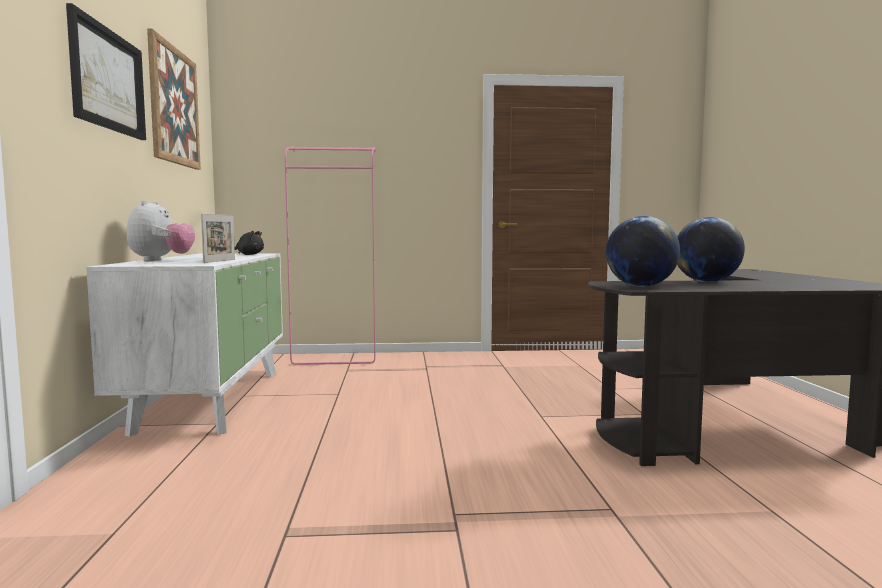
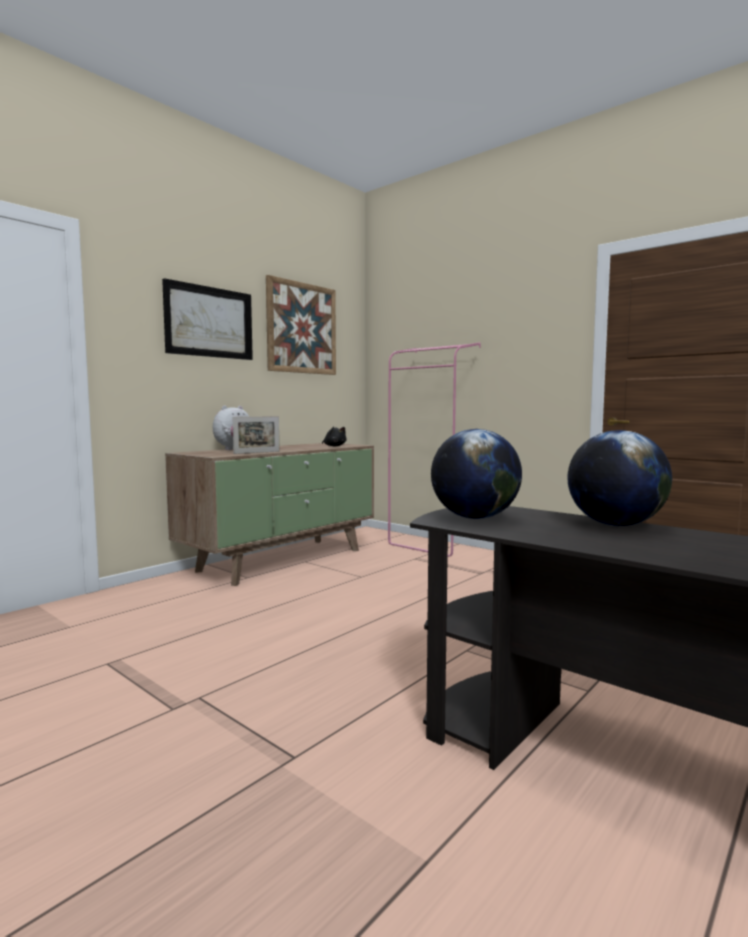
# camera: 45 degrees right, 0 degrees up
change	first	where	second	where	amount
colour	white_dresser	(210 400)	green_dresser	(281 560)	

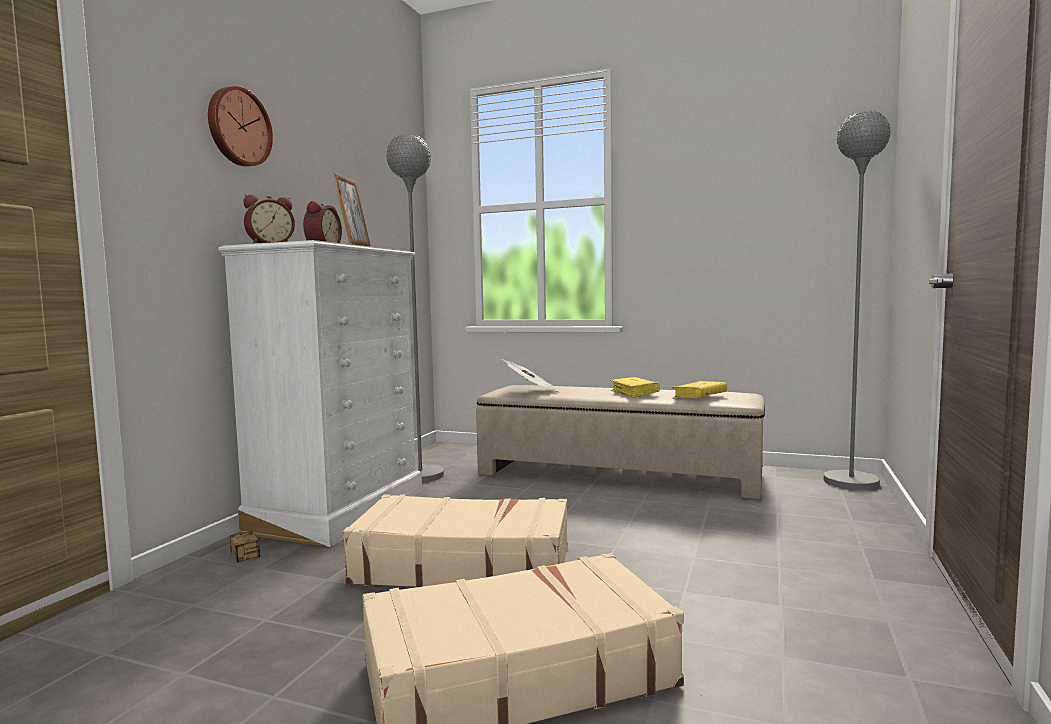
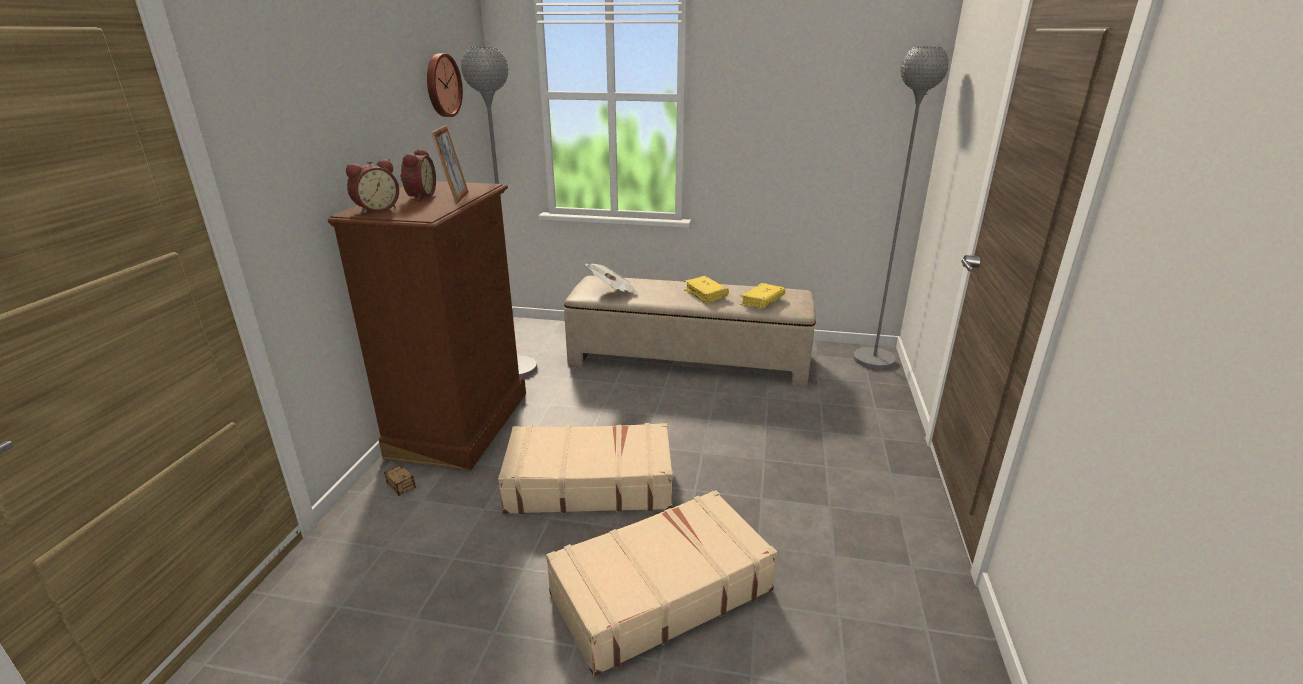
# camera: 10 degrees left, 20 degrees up
change	first	where	second	where	amount
relocated	wall_clock	(238 127)		(442 85)	
colour	white_dresser	(340 511)	brown_dresser	(461 423)	

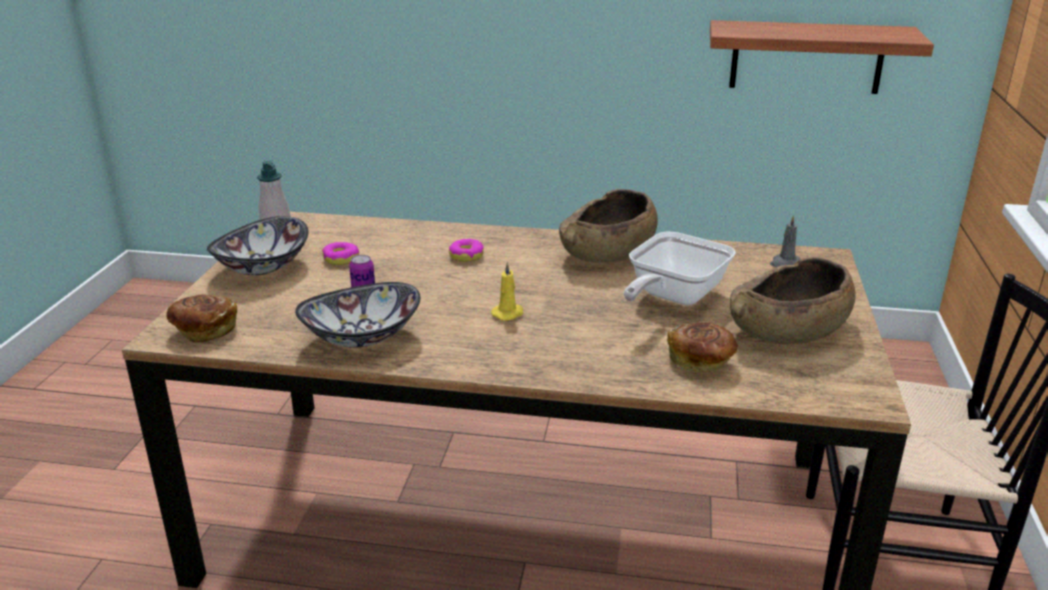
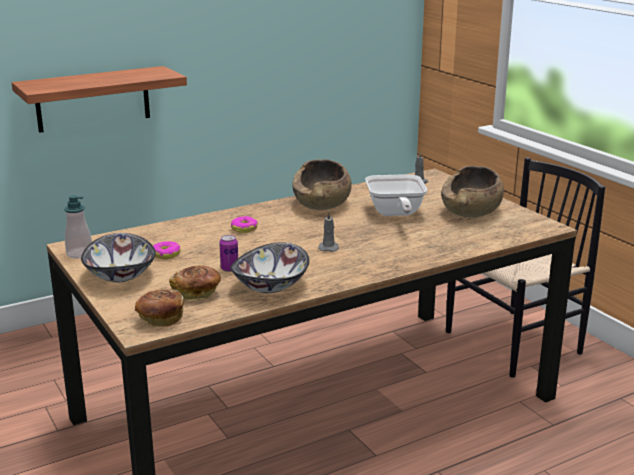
# camera: 40 degrees left, 5 degrees down
change	first	where	second	where	amount
relocated	bread	(701 361)		(197 293)	
relocated	shelf	(806 57)		(93 99)	
colour	yellow_candle	(508 313)	grey_candle	(328 248)	

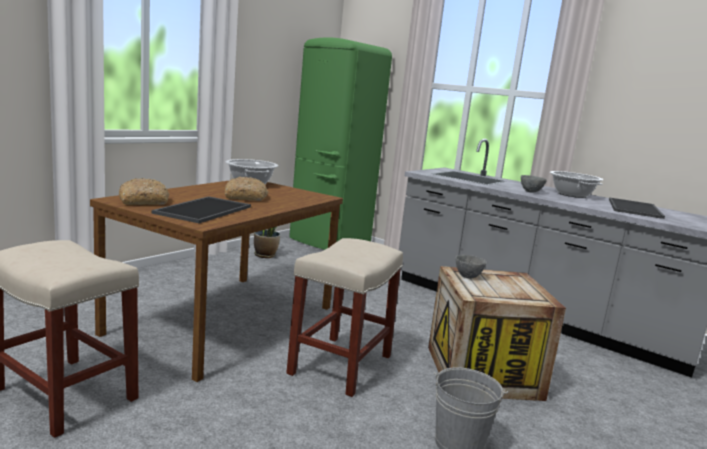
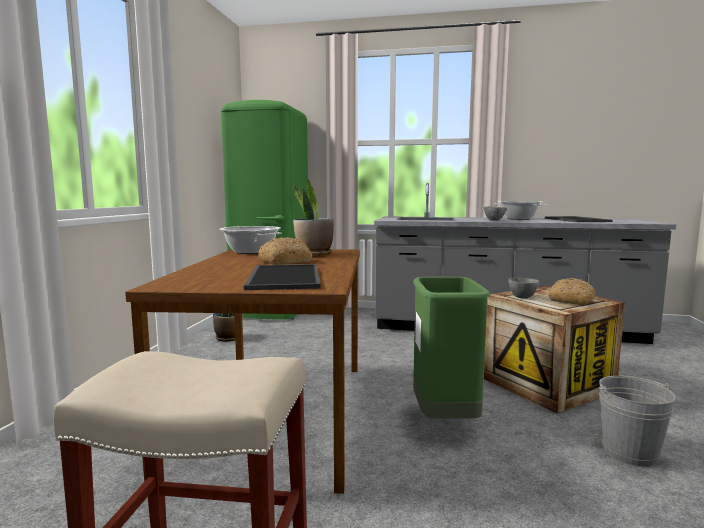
# camera: 25 degrees left, 5 degrees down
change	first	where	second	where	amount
appeared			potted_plant	(314 254)	
relocated	bread	(144 201)		(571 300)	
exchanged	beige_stool	(340 365)	green_trash_can	(445 419)	

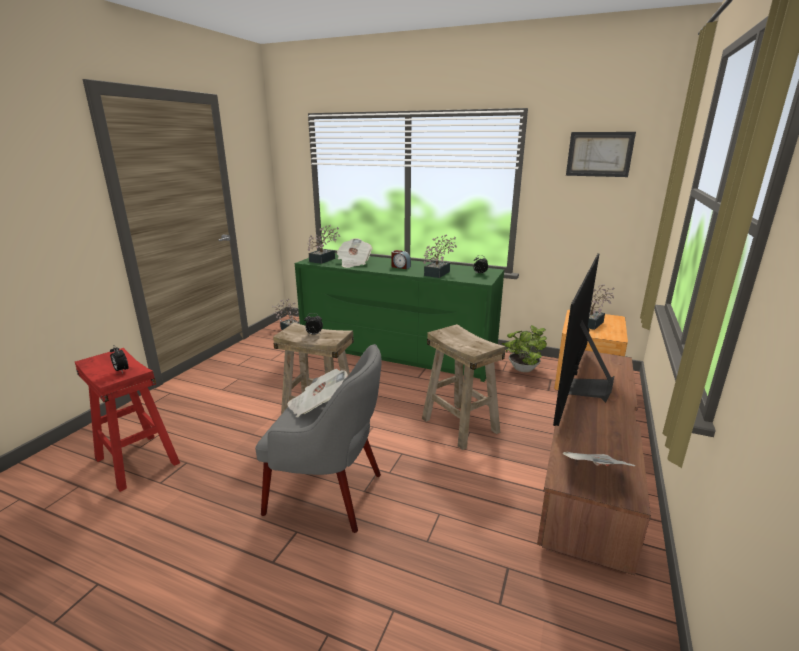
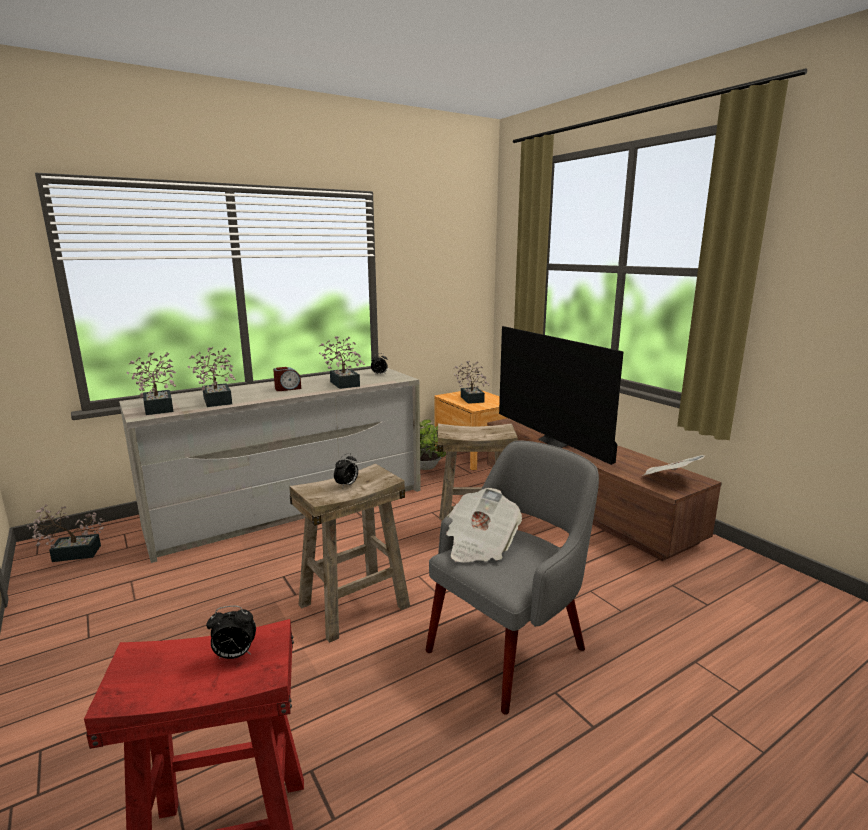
# camera: 55 degrees left, 5 degrees down
change	first	where	second	where	amount
missing	picture	(599 154)			
exchanged	newspaper	(353 263)	potted_plant	(217 400)	
colour	green_dresser	(397 352)	white_dresser	(290 506)	

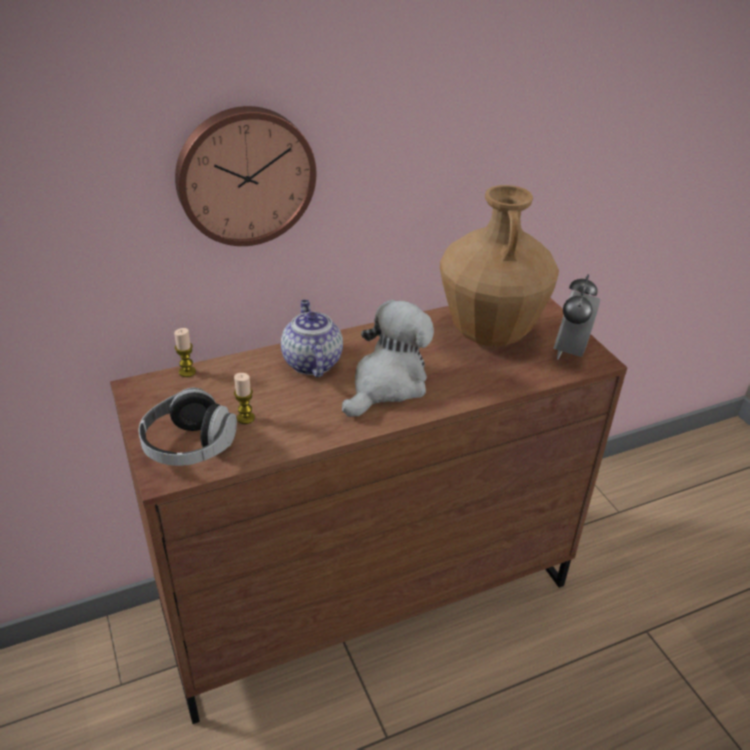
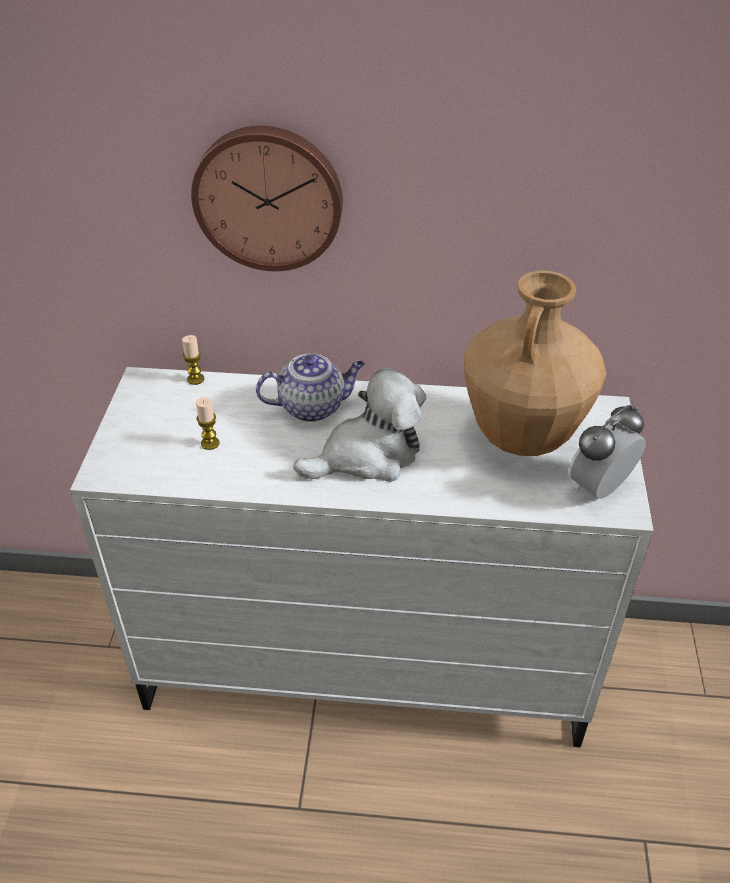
# camera: 30 degrees right, 5 degrees up
change	first	where	second	where	amount
missing	headphones	(189 446)			
colour	brown_dresser	(367 595)	white_dresser	(366 663)	
spun	teapot	(311 362)		(313 407)	60 degrees clockwise

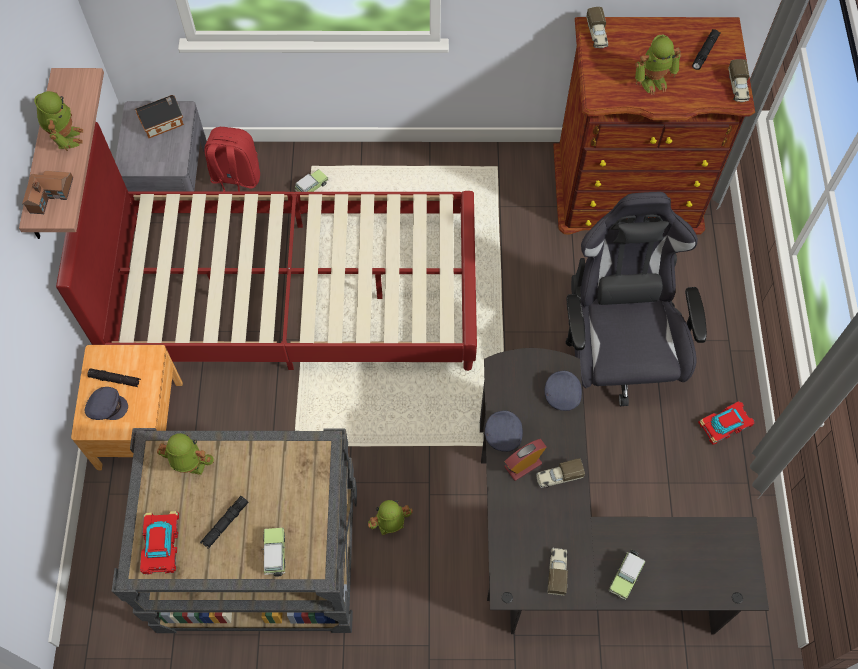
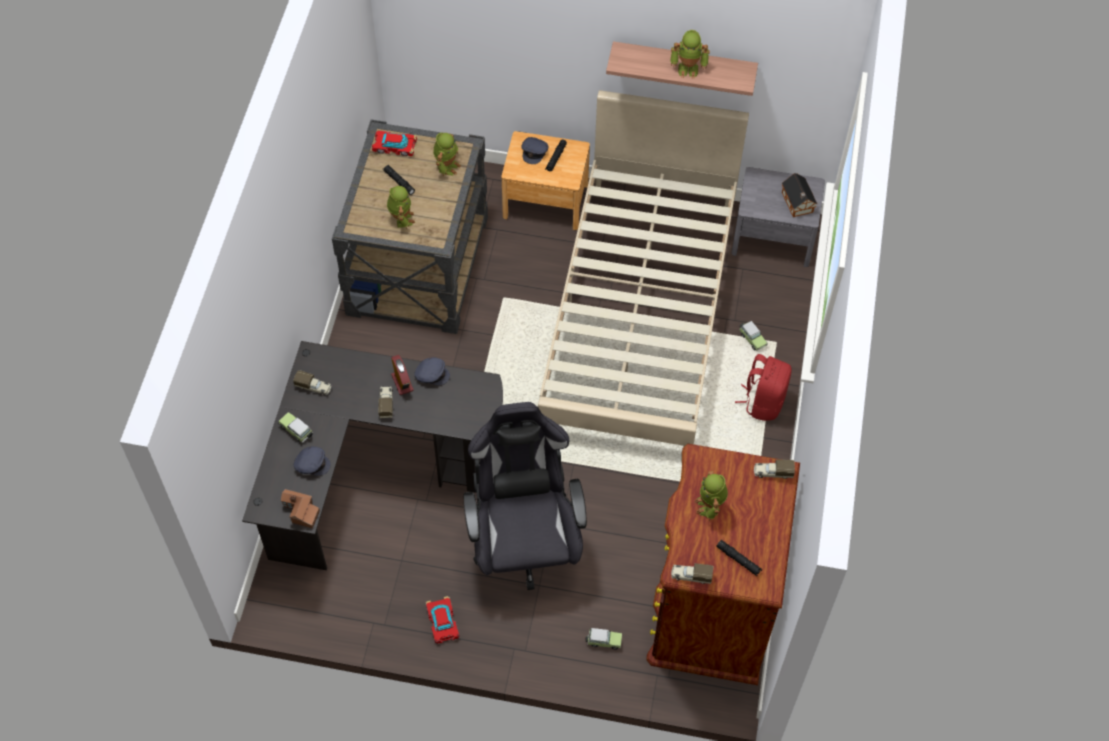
# camera: 100 degrees right, 5 degrees down
change	first	where	second	where	amount
relocated	toy_house	(50 195)		(300 512)	
relocated	red_backpack	(235 179)		(763 402)	
relocated	toy_car	(275 555)		(603 641)	
relocated	toy_robot	(390 526)		(401 219)	
relocated	grey_cap	(561 393)		(312 464)	
colour	red_bed	(296 296)	beige_bed	(640 314)	
spun	black_office_chair	(616 361)		(525 548)	105 degrees counterclockwise

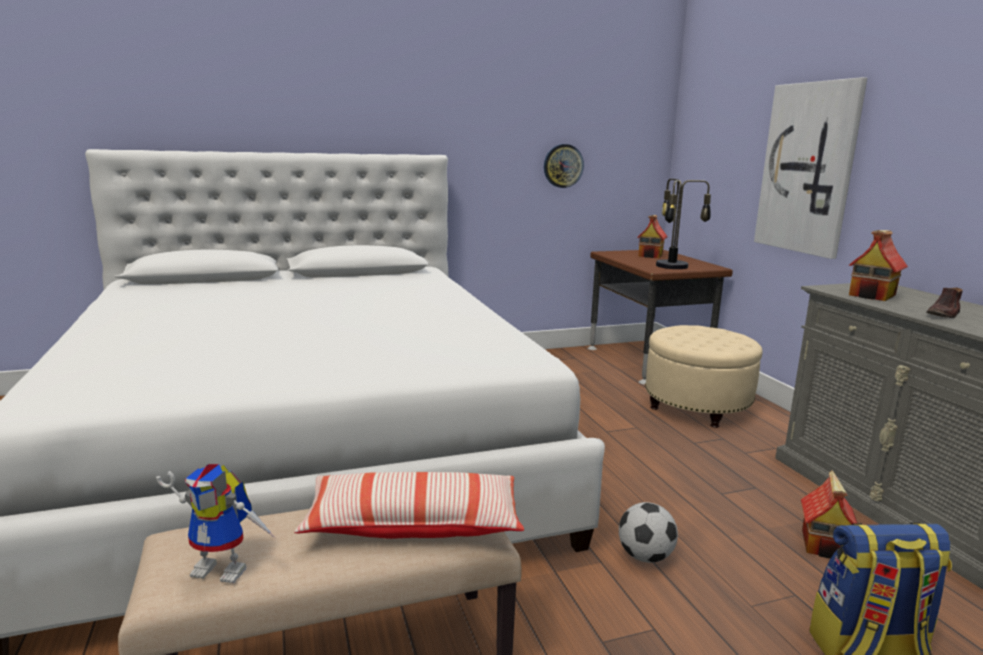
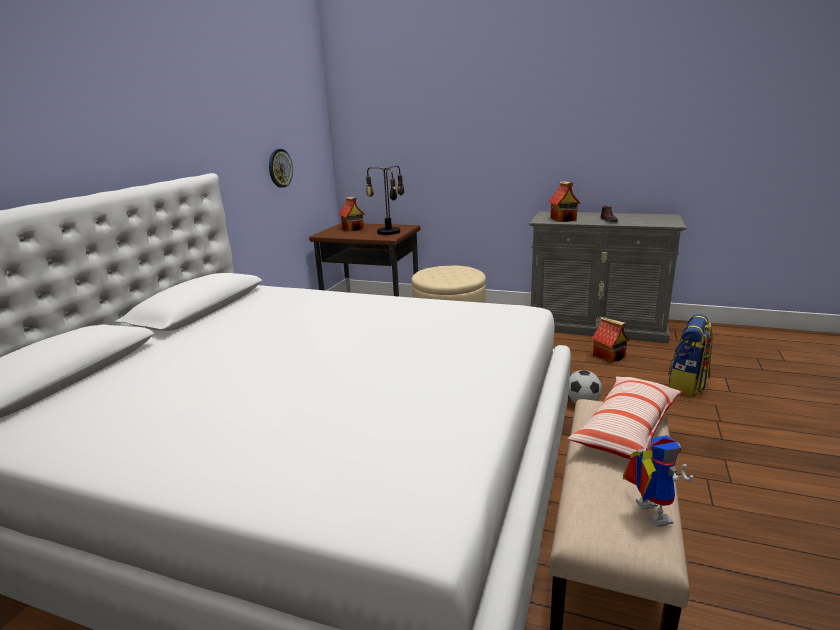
# camera: 50 degrees left, 5 degrees up
change	first	where	second	where	amount
missing	picture	(808 168)			
spun	toy_robot	(227 567)		(645 511)	60 degrees counterclockwise

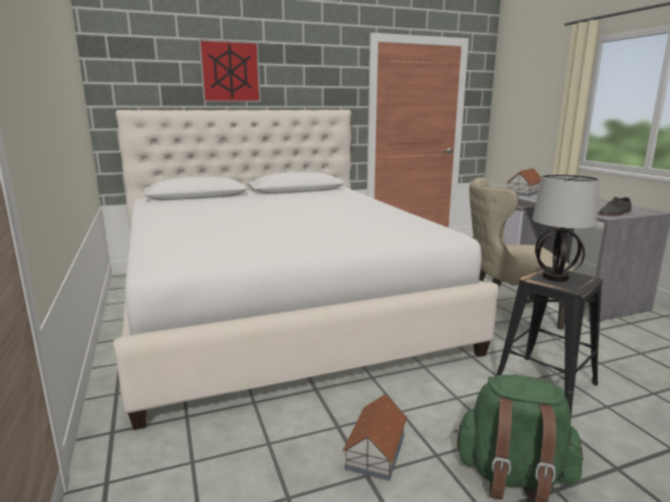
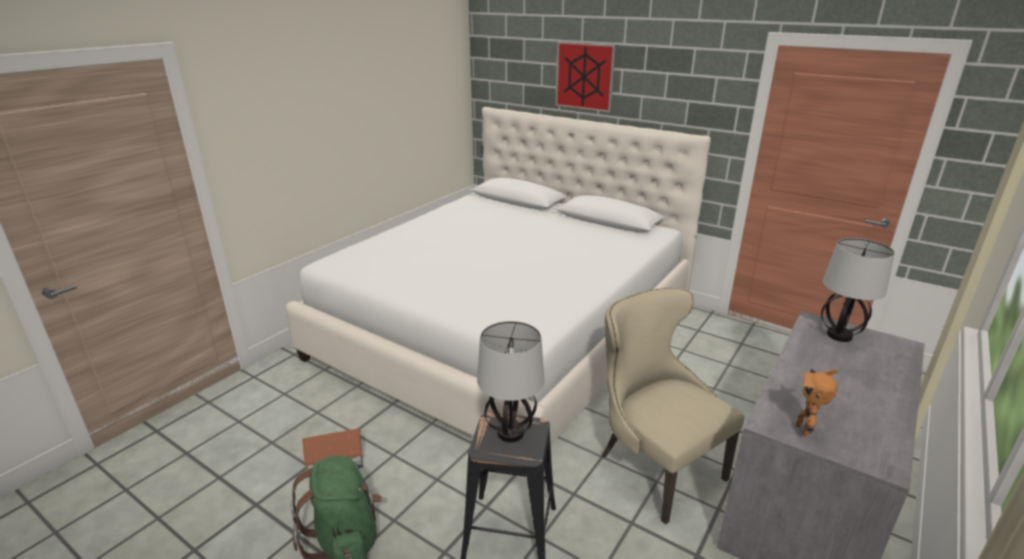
# camera: 55 degrees right, 10 degrees up
change	first	where	second	where	amount
exchanged	toy_house	(523 192)	table_lamp	(838 335)	
exchanged	grey_shoe	(615 213)	toy_robot	(805 429)	

